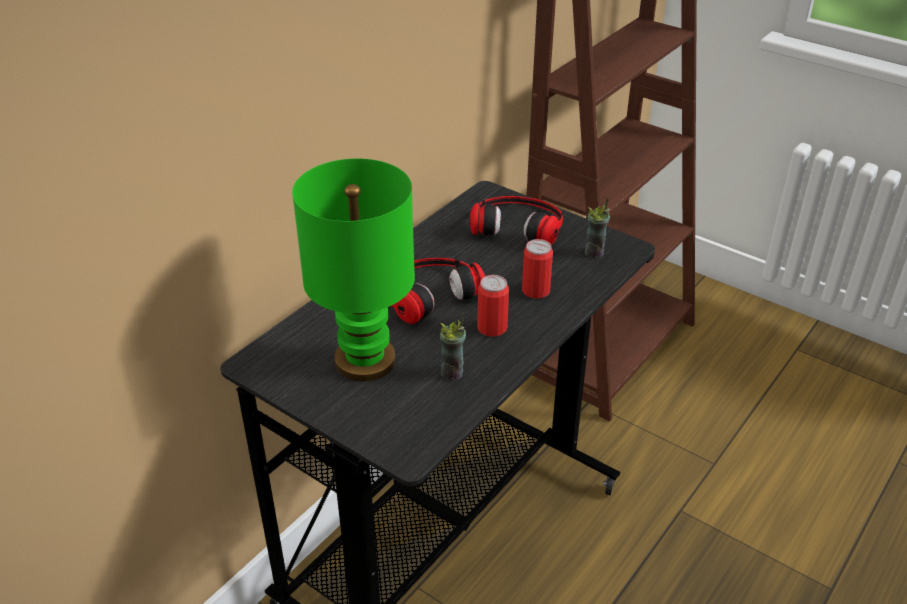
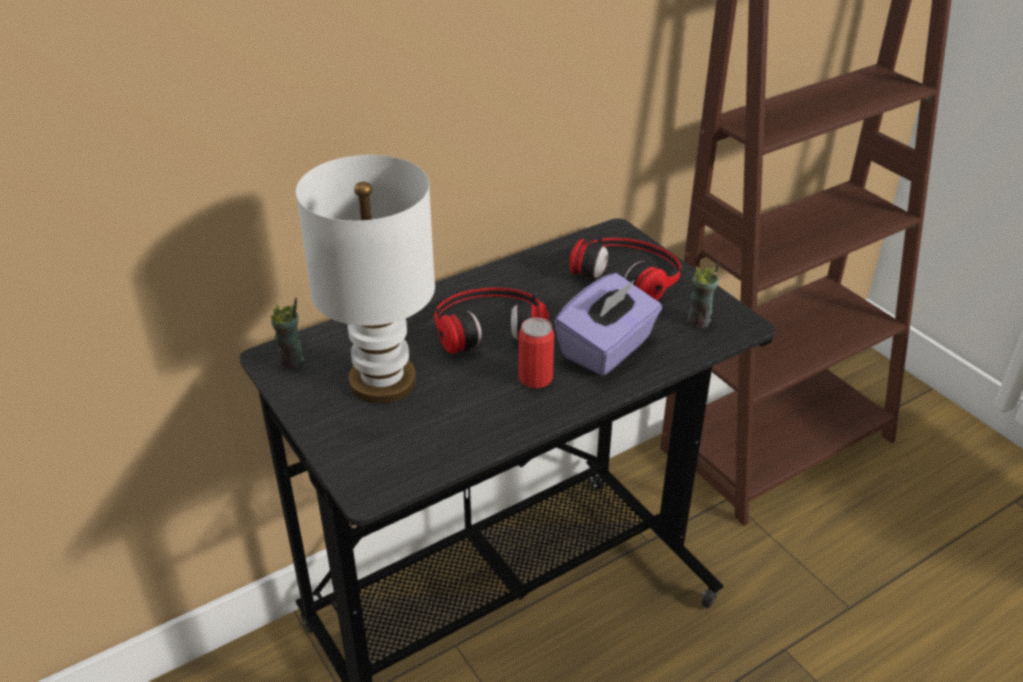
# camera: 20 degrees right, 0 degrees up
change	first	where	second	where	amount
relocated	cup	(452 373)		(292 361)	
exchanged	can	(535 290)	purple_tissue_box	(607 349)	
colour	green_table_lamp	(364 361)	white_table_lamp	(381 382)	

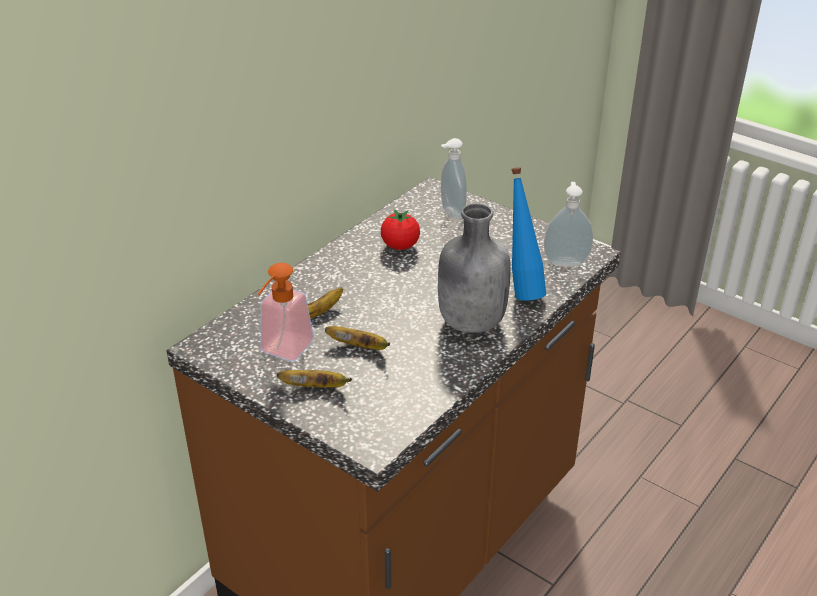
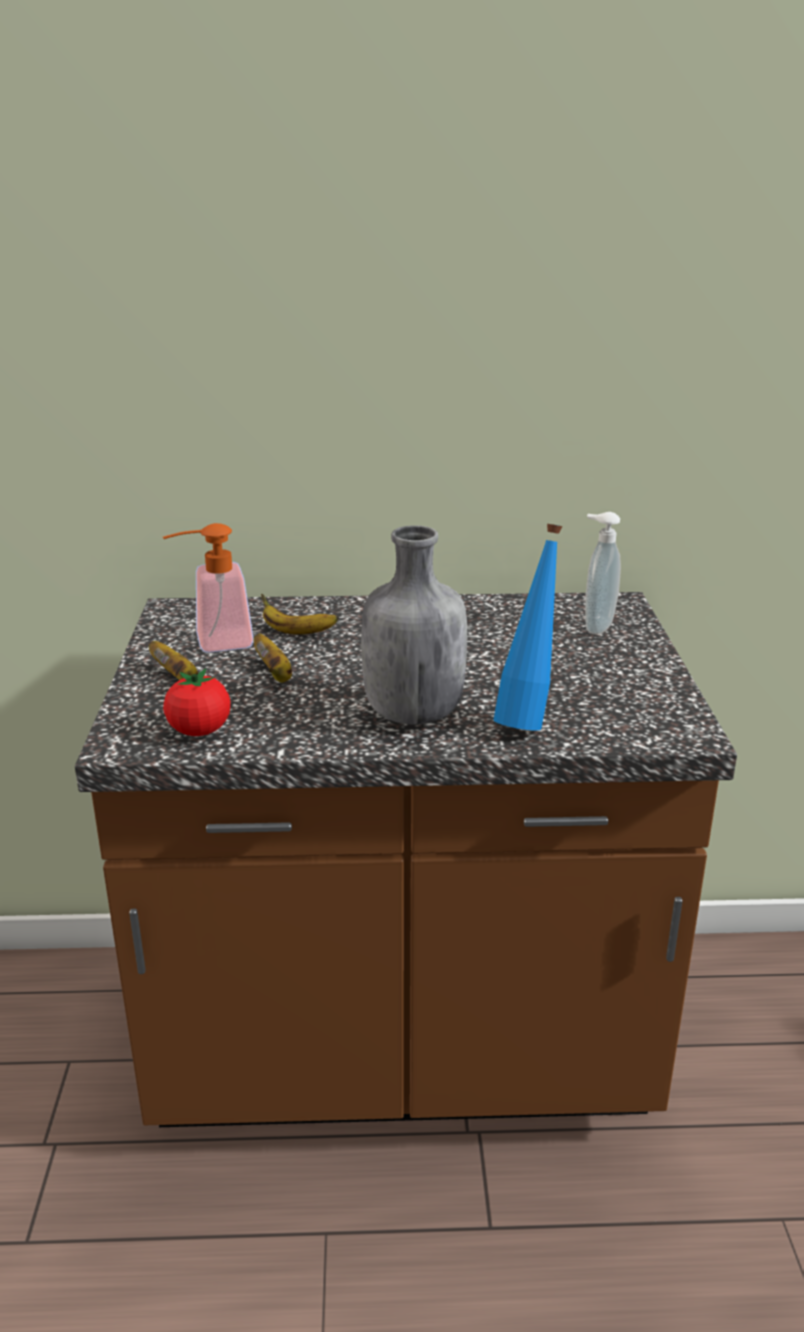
# camera: 50 degrees right, 10 degrees down
change	first	where	second	where	amount
missing	soap_dispenser	(565 261)			
relocated	tomato	(400 246)		(199 731)	

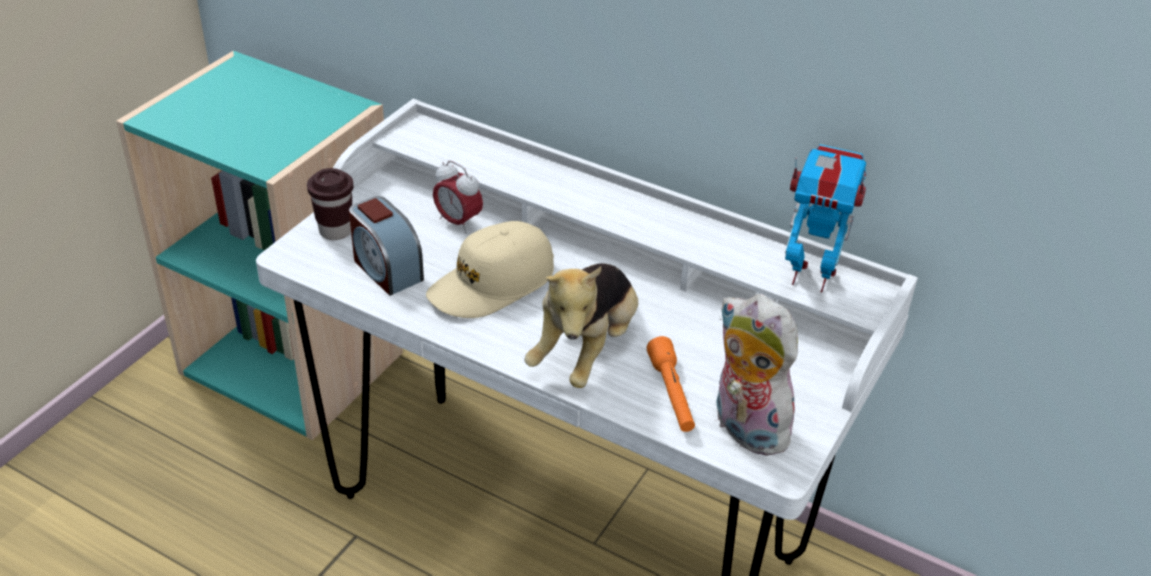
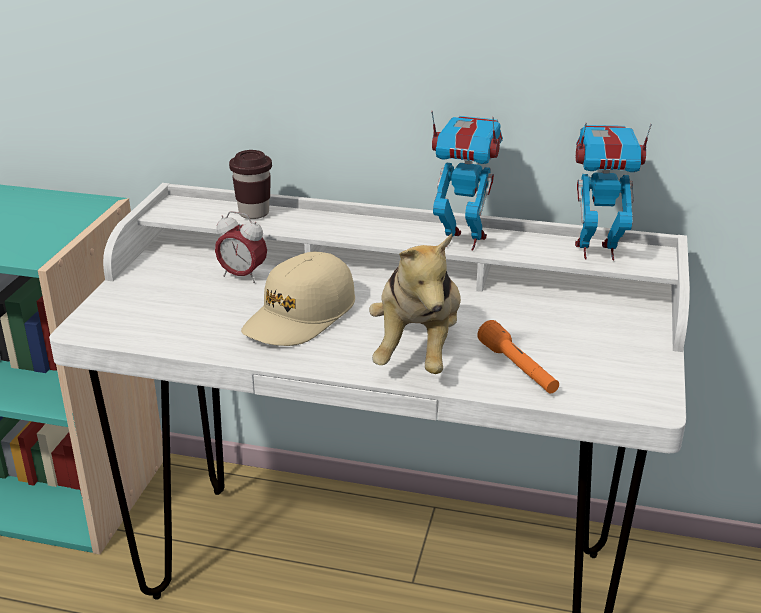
# camera: 15 degrees left, 10 degrees down
change	first	where	second	where	amount
missing	alarm_clock	(386 269)			
missing	plush_toy	(744 428)			
appeared			toy_robot	(463 240)	
relocated	brown_cup	(335 231)		(254 213)	

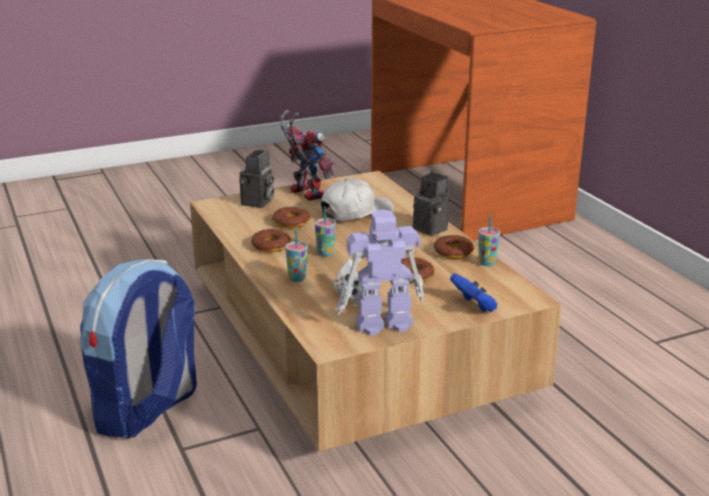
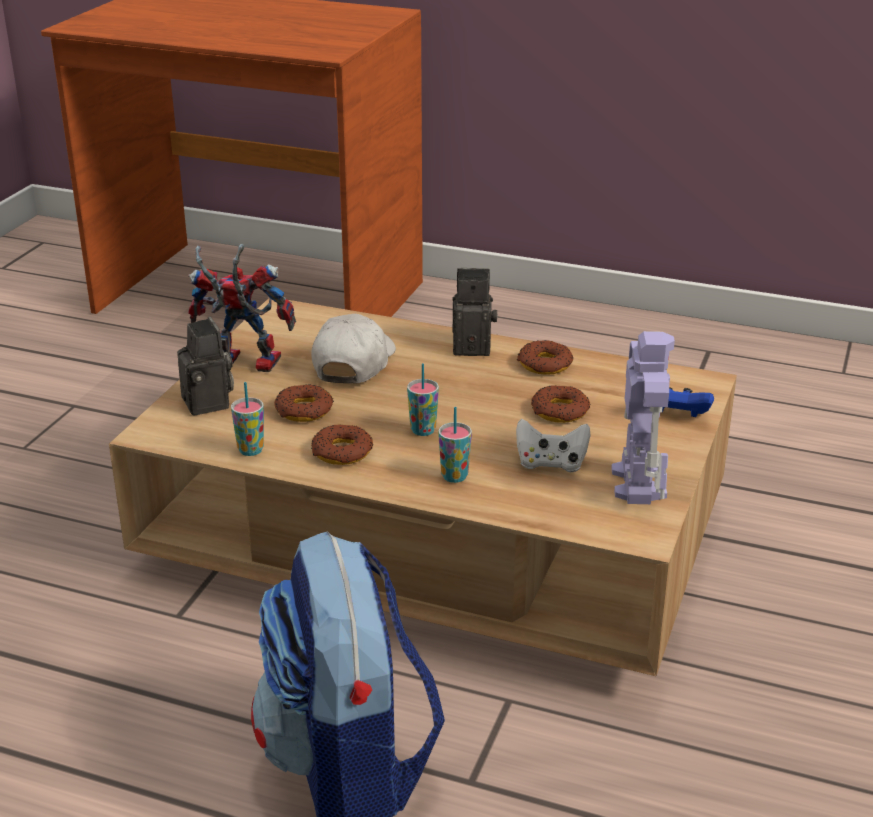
# camera: 45 degrees left, 5 degrees up
change	first	where	second	where	amount
relocated	cup	(487 263)		(250 450)	
spun	toy_robot	(382 324)		(638 481)	150 degrees clockwise

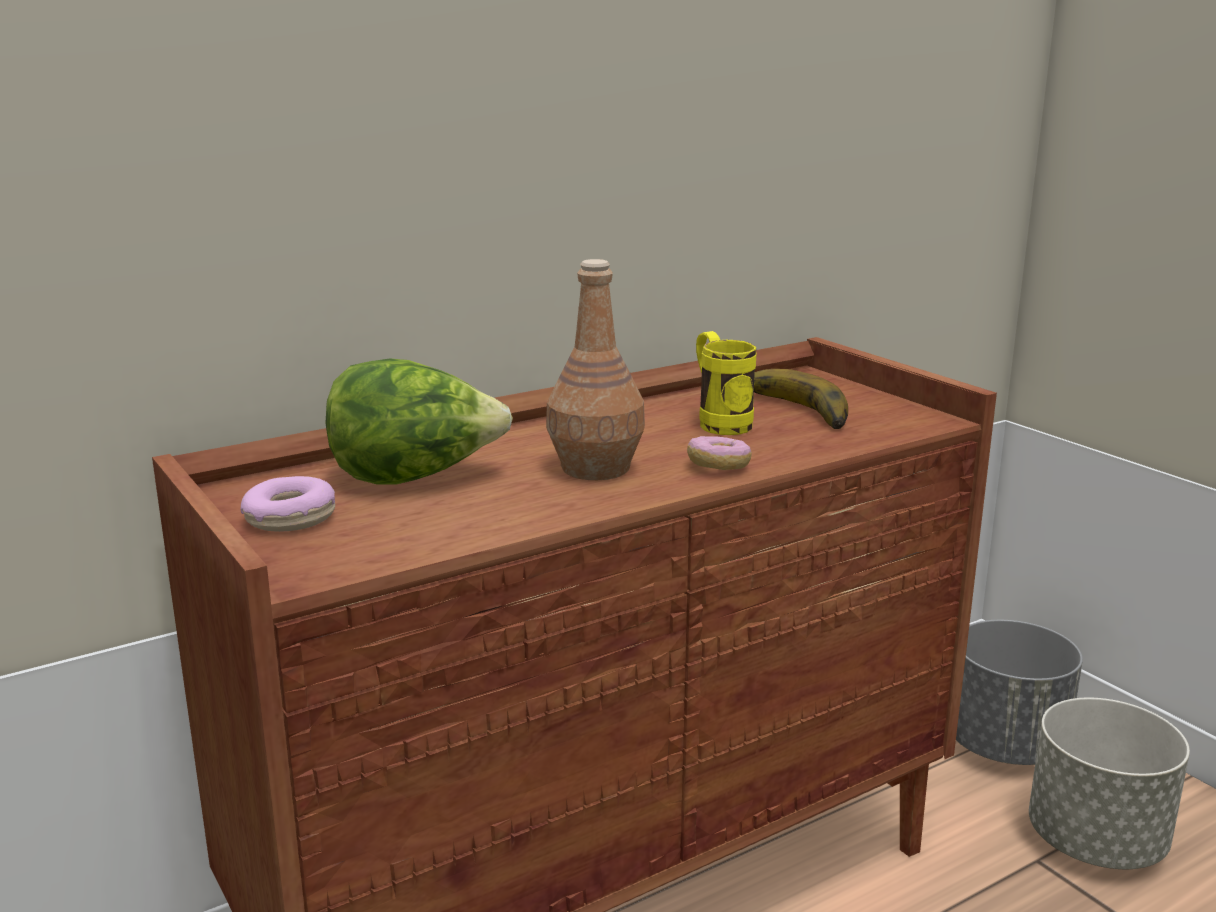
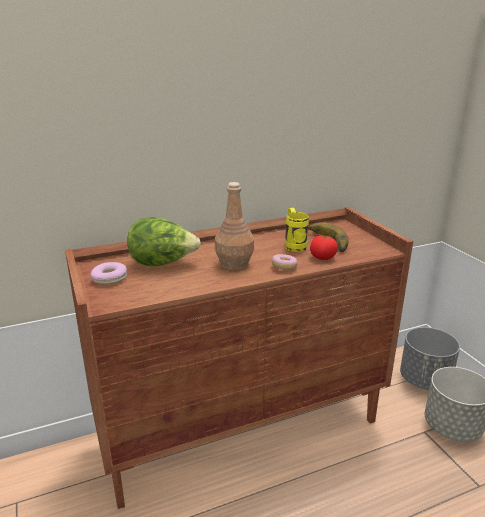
# camera: 10 degrees right, 5 degrees up
change	first	where	second	where	amount
appeared			tomato	(322 257)	

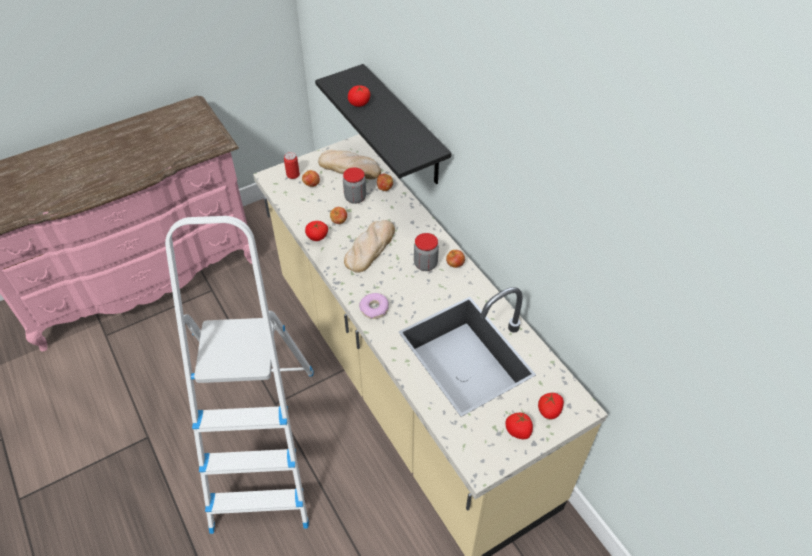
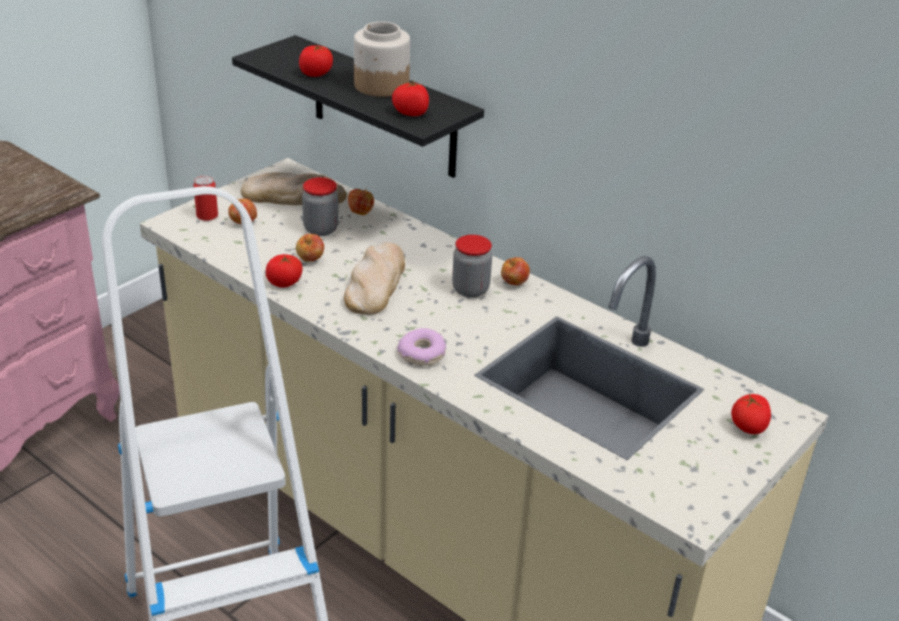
# camera: 20 degrees left, 15 degrees down
change	first	where	second	where	amount
appeared			jar	(381 85)	
relocated	tomato	(518 431)		(411 113)	

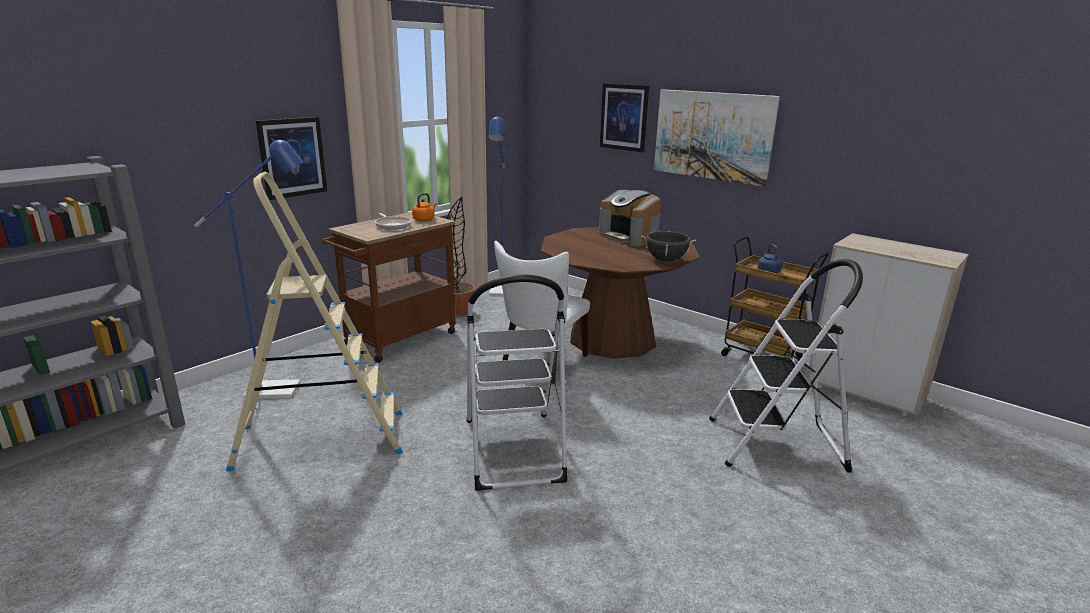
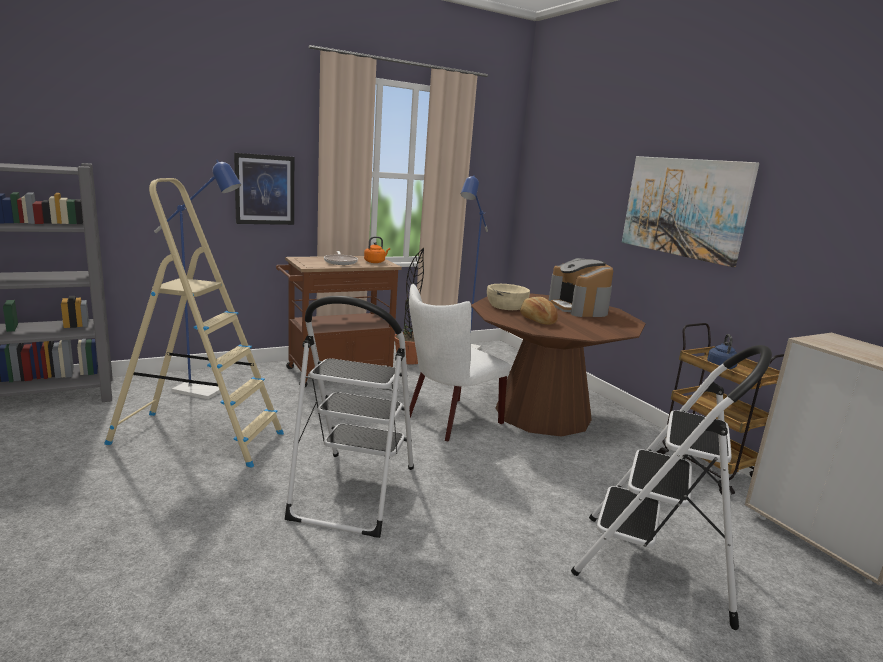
# camera: 20 degrees right, 5 degrees down
change	first	where	second	where	amount
missing	picture	(624 117)			
missing	black_cooking_pot	(666 260)			
appeared			beige_bowl	(506 306)	
appeared			bread	(537 320)	

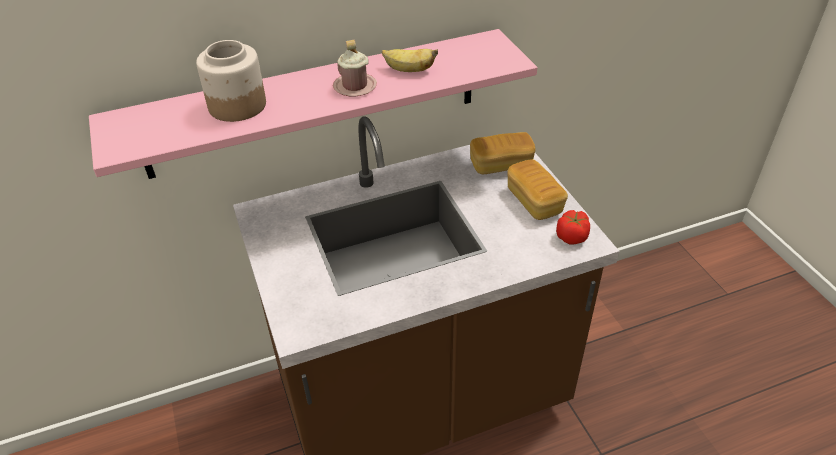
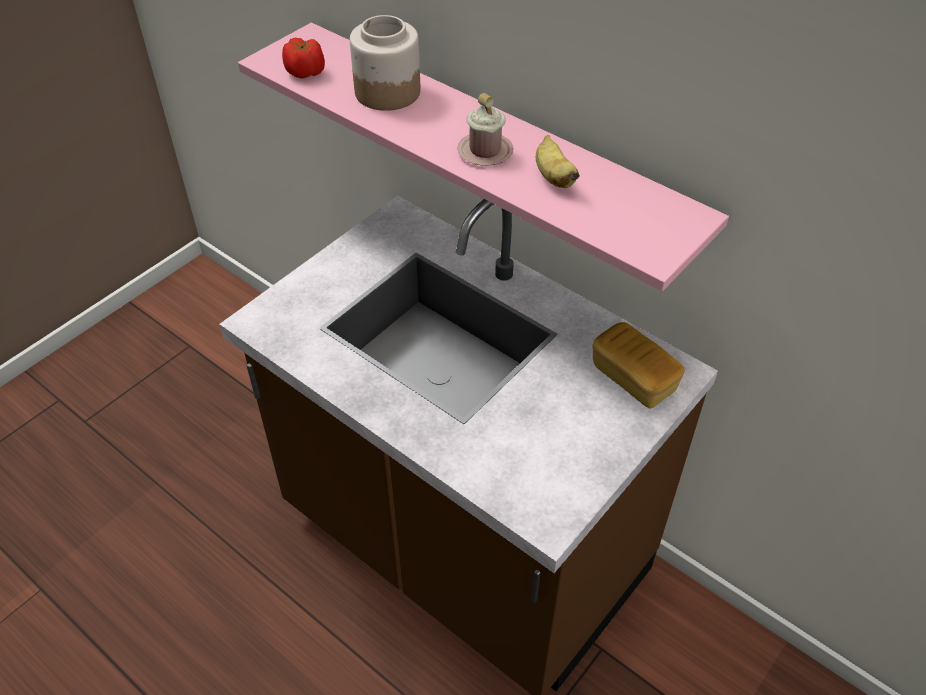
# camera: 60 degrees right, 5 degrees up
change	first	where	second	where	amount
missing	bread	(534 201)			
relocated	tomato	(572 237)		(305 72)	

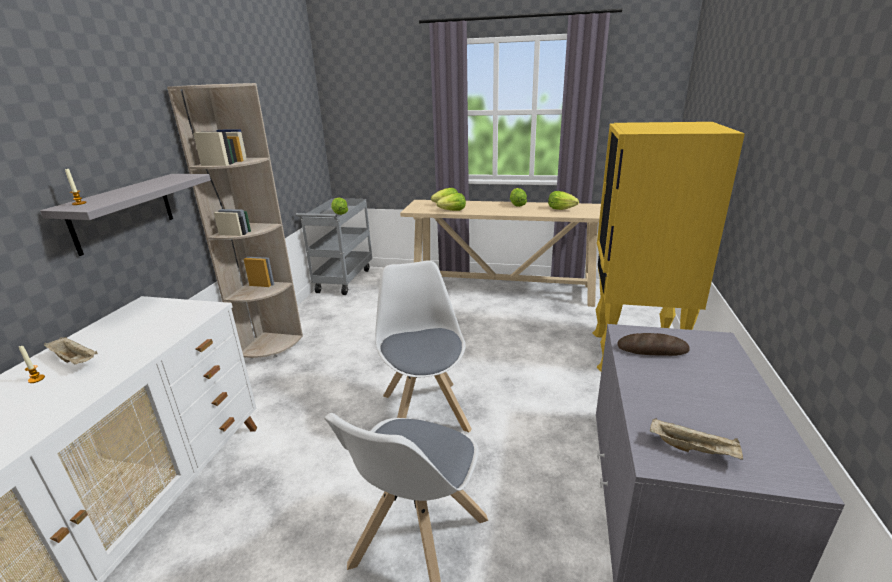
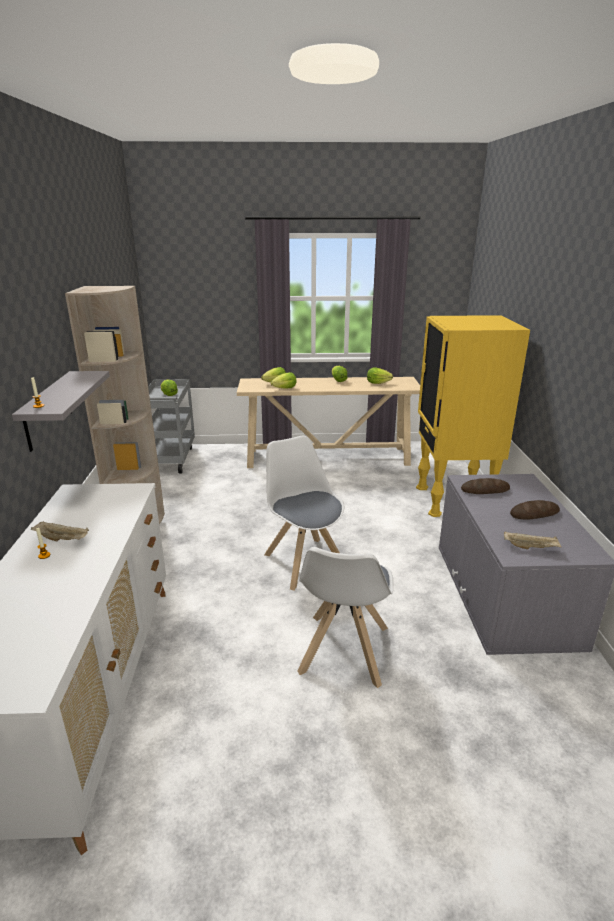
# camera: 15 degrees left, 0 degrees up
change	first	where	second	where	amount
appeared			bread	(534 513)	

